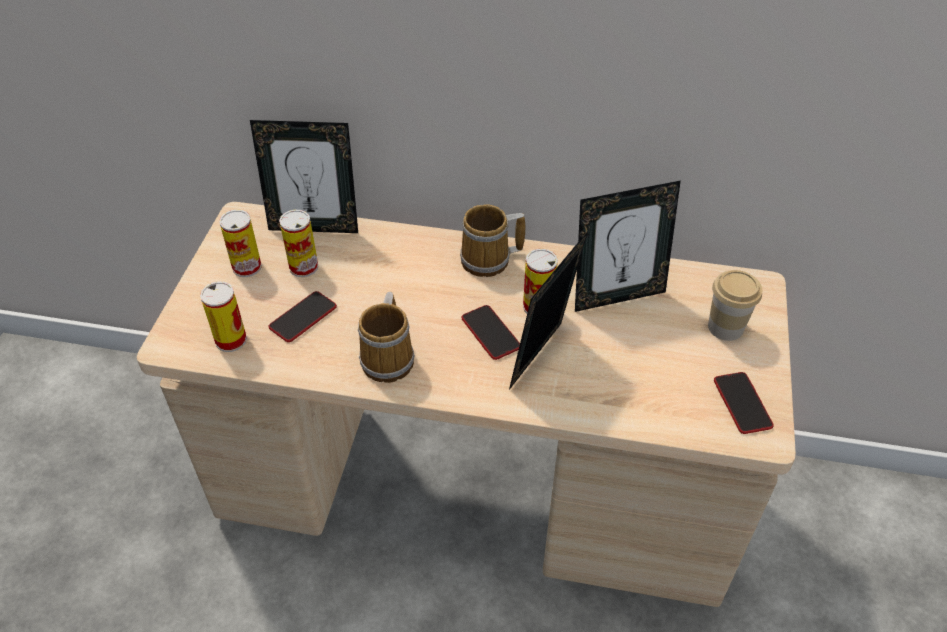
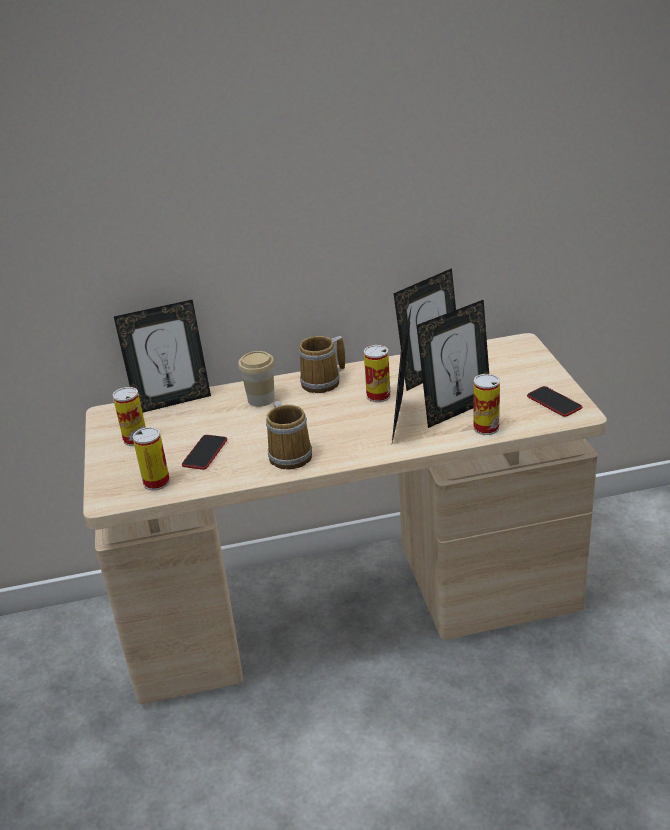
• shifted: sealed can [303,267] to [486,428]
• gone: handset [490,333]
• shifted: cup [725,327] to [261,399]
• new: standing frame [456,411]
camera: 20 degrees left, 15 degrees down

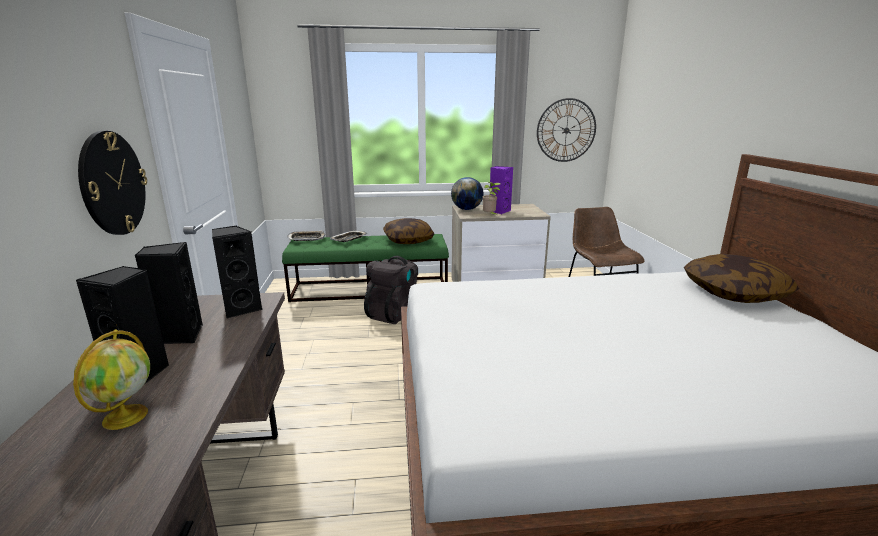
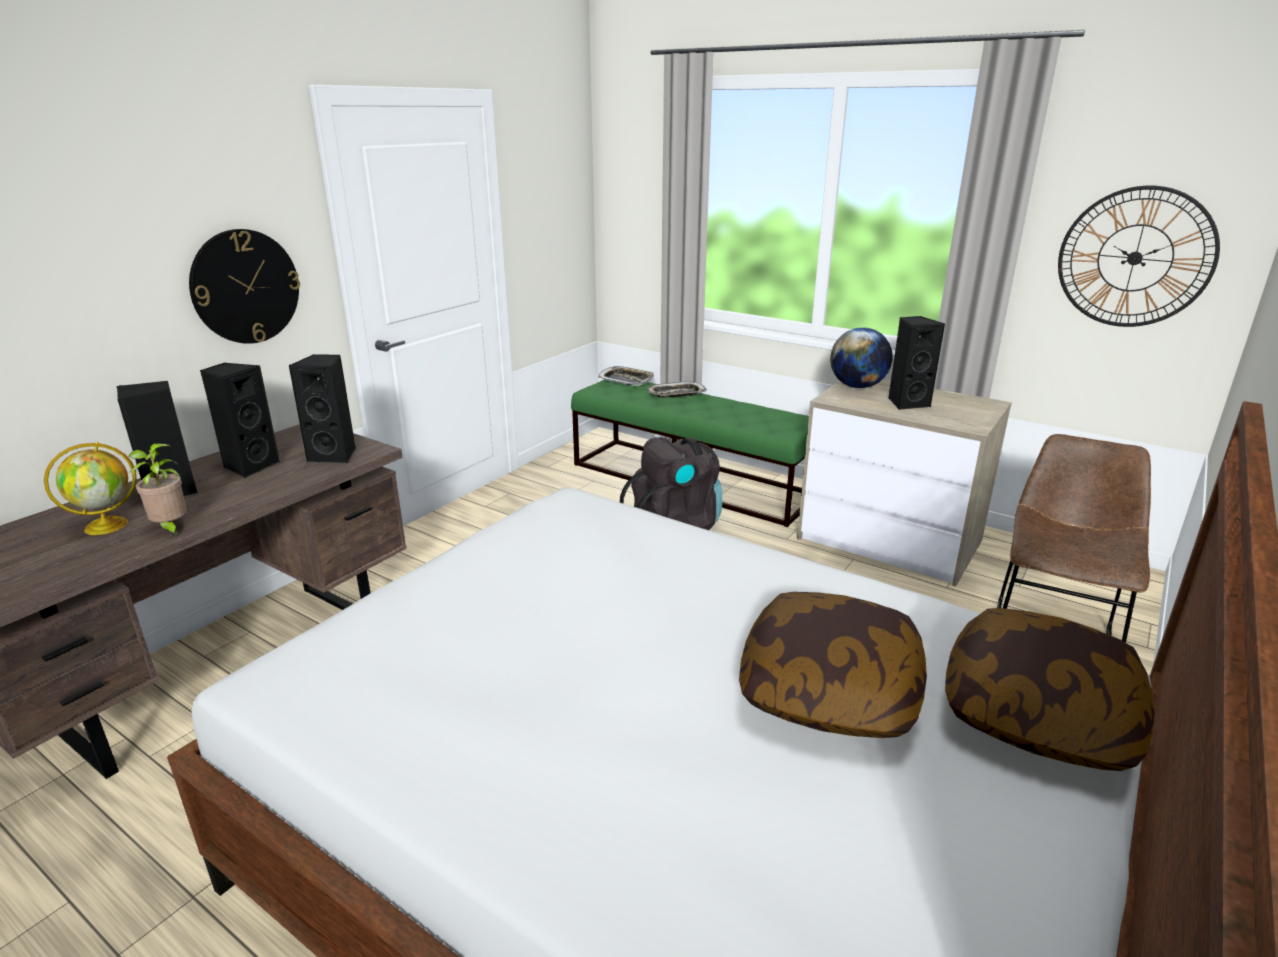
• shifted: cushion [408,240] to [829,689]
• shifted: houseplant [490,216] to [171,529]
• repainted: purple-coloured loudspeaker [499,211] to black-coloured loudspeaker [907,403]
camera: 40 degrees right, 5 degrees up

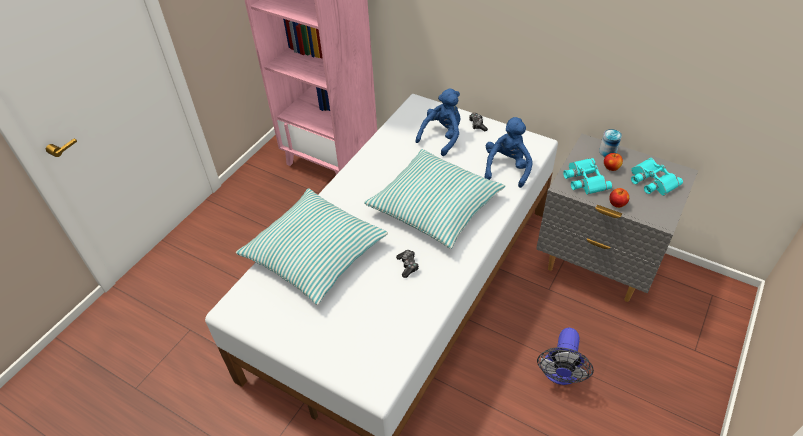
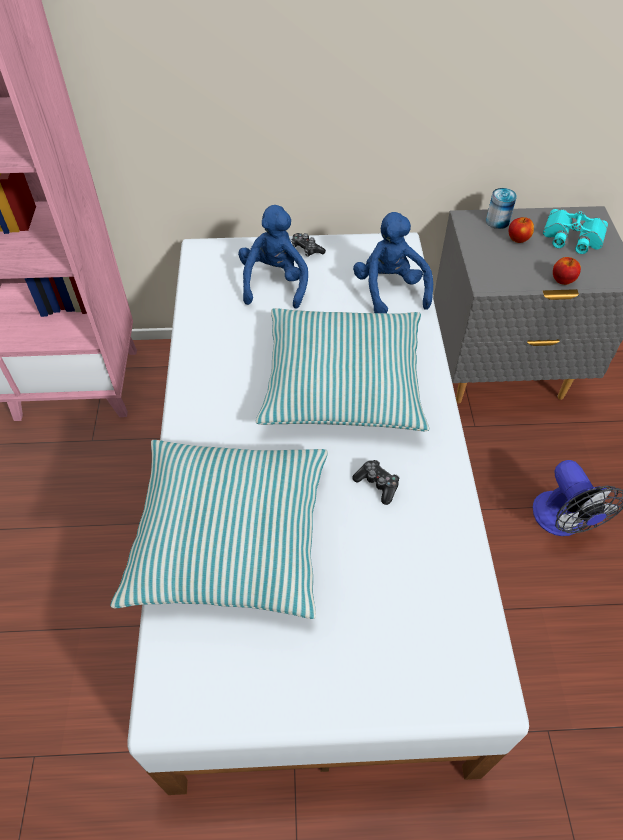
• gone: turquoise-coloured pair of binoculars [584,179]
camera: 35 degrees left, 5 degrees up

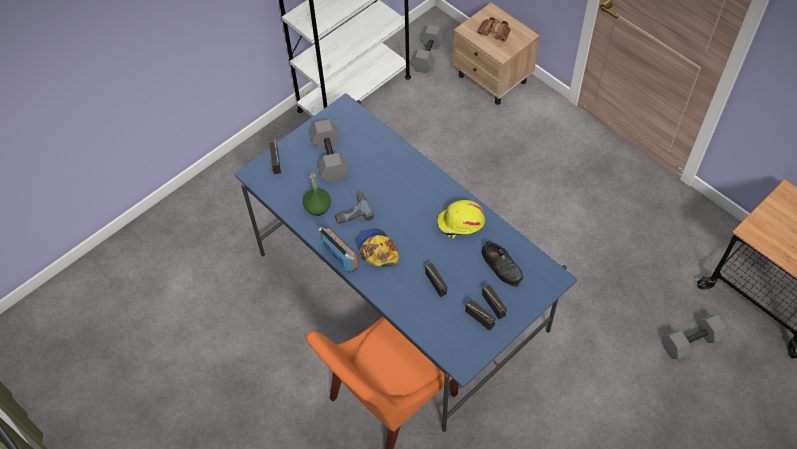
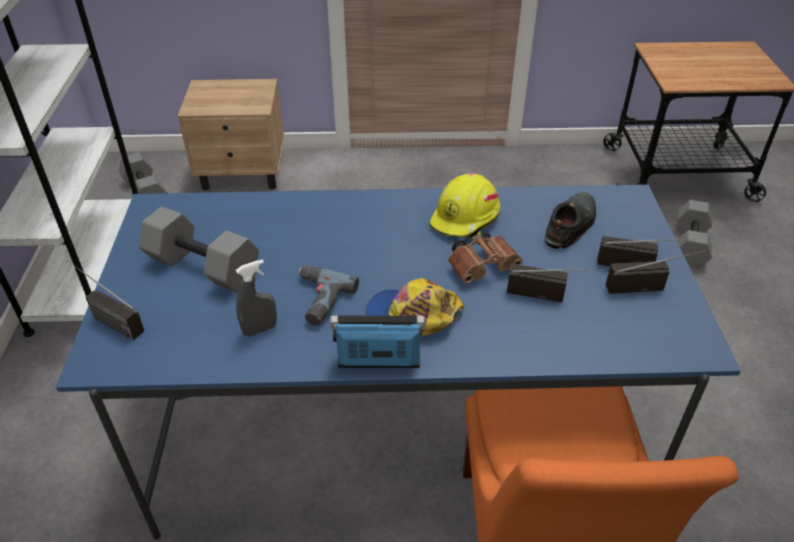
• swapped: green beverage bottle [318,207] to gray hand sprayer [260,329]
• shifted: brown-coloured pair of binoculars [495,34] to [484,267]
• rotated: black-coloured shoe [502,266] = [570,225] 60 degrees counterclockwise
camera: 50 degrees left, 15 degrees down

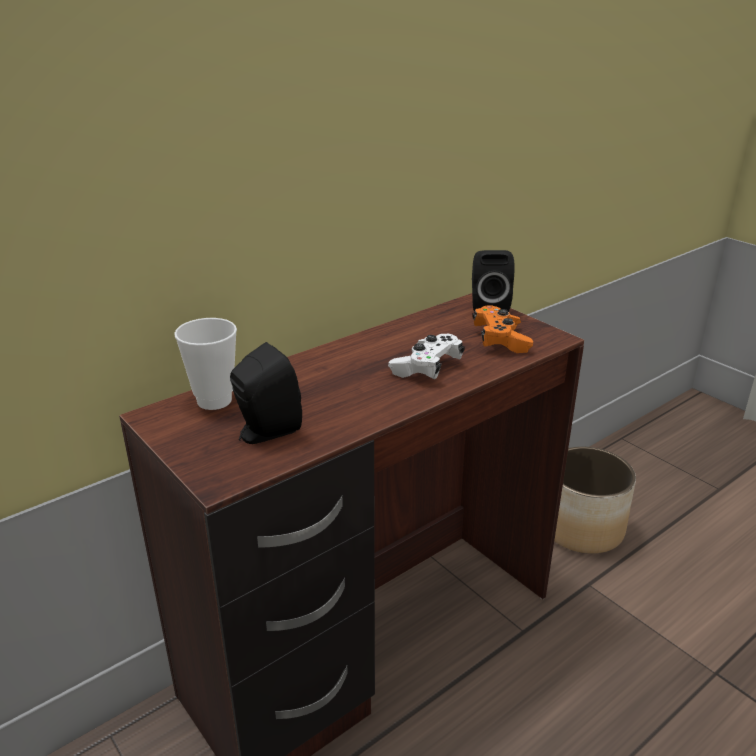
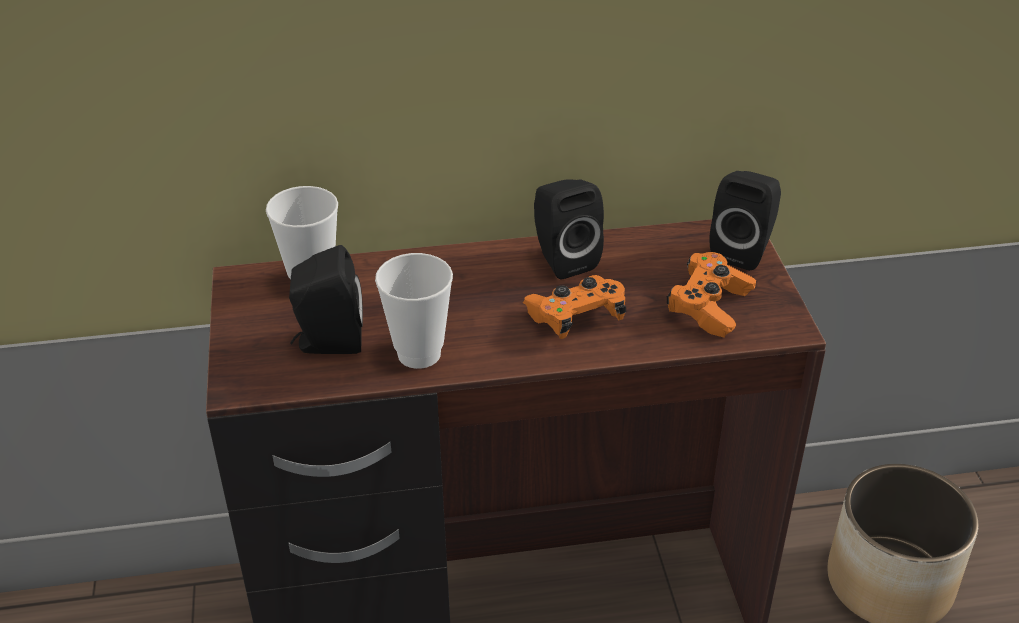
• repainted: whitish game controller [427,368] to orange-coloured game controller [576,317]
• new: cup [419,354]
• new: black-coloured loudspeaker [562,259]
camera: 30 degrees right, 10 degrees up

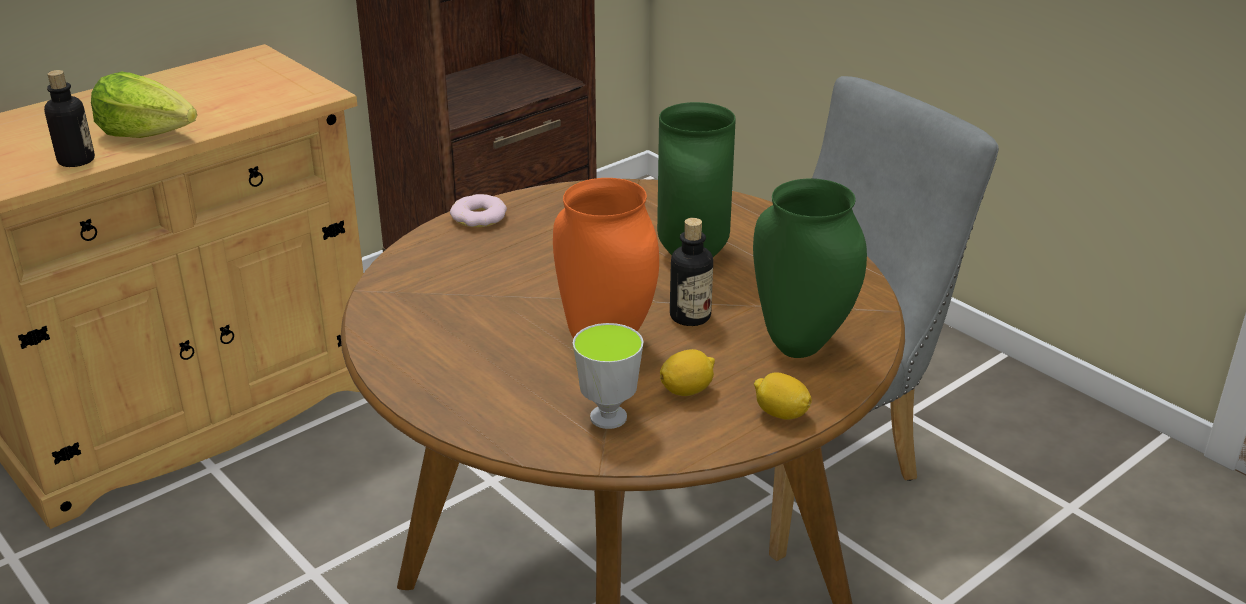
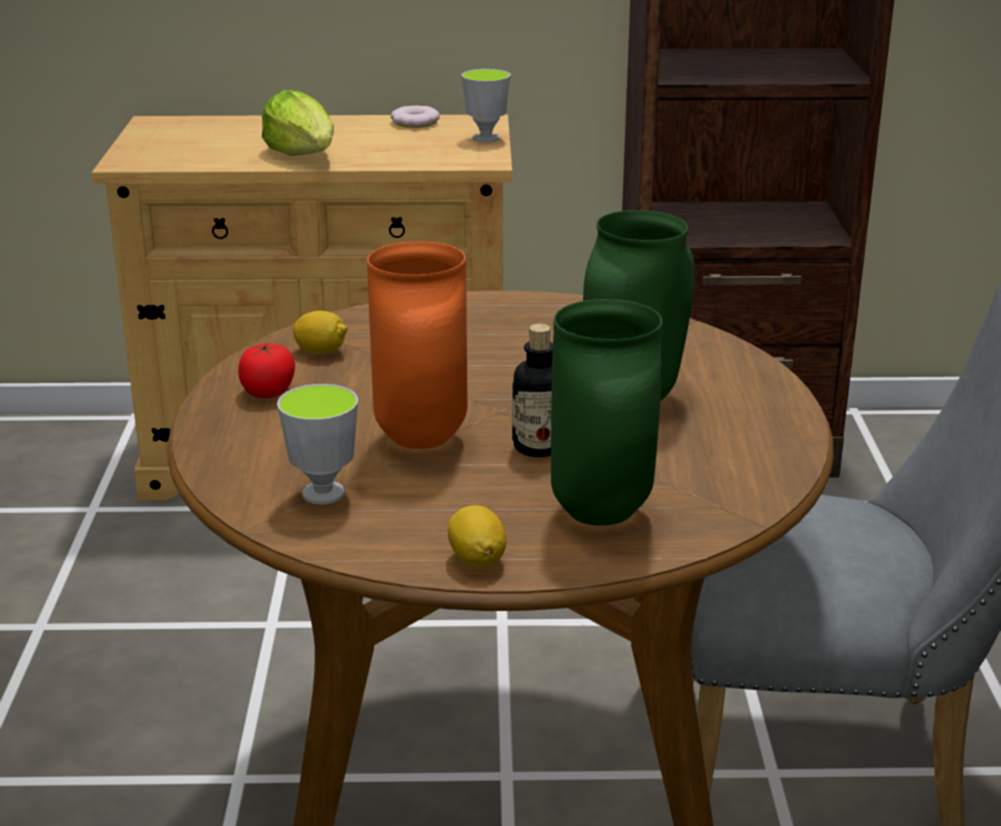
• gone: beverage bottle [76,160]
• shifted: ring doughnut [479,217] to [415,123]
• shifted: lemon [687,390] to [321,351]
• new: tomato [268,392]
• new: cup [486,138]
camera: 40 degrees right, 5 degrees down

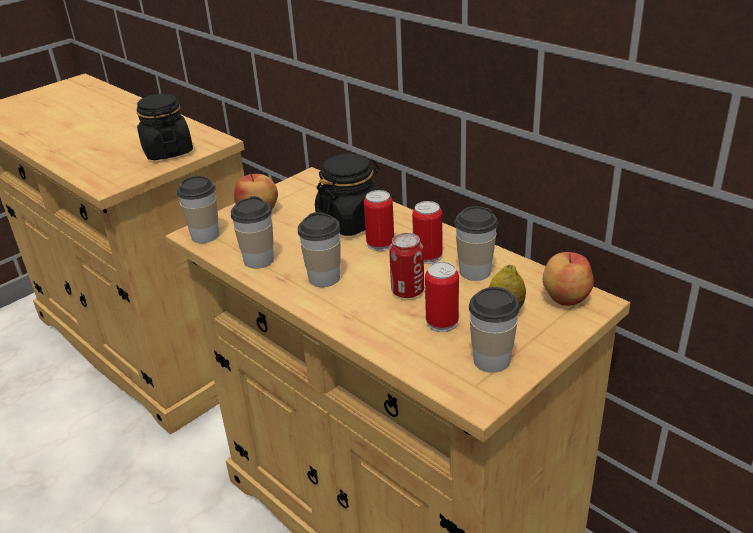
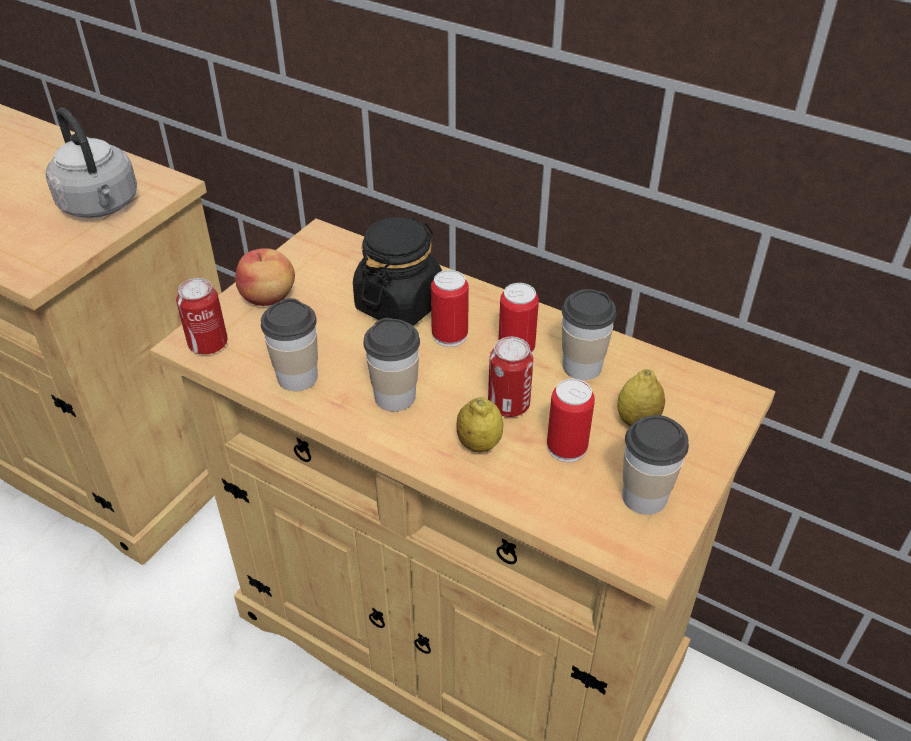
• swapped: black-coloured preserve jar [167,151] to gray tea kettle [101,206]
• swapped: cup [205,235] to sealed can [208,344]
• gone: apple [564,297]
• new: lemon [479,444]
camera: 15 degrees left, 10 degrees up

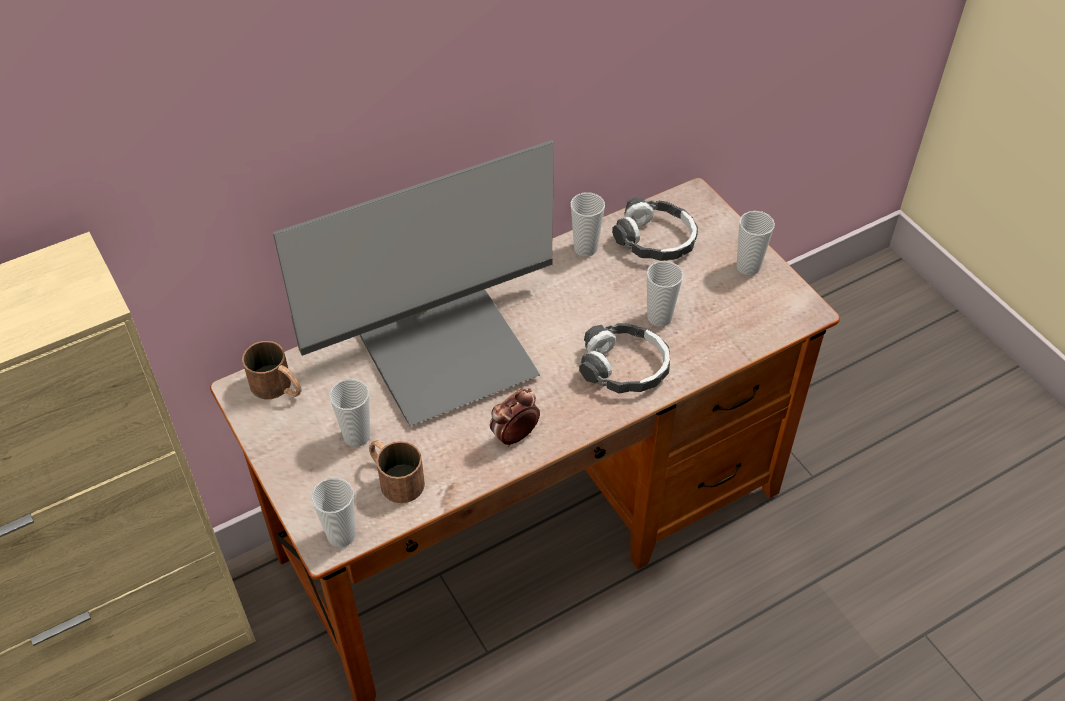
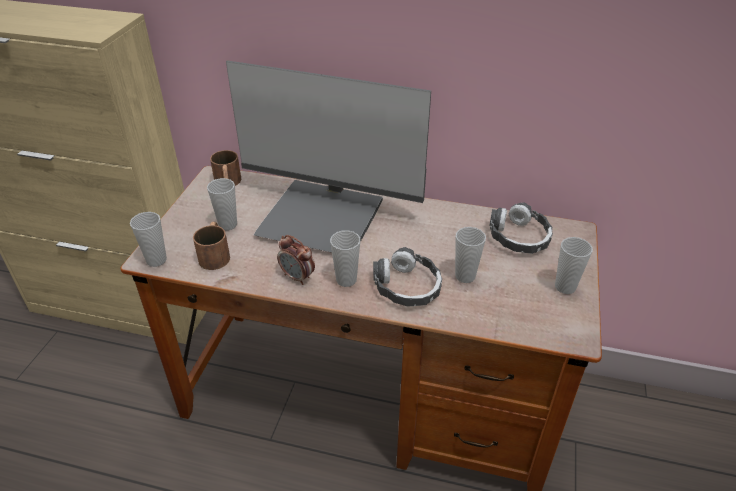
• rotated: bedside clock [515,436] = [297,277] 150 degrees counterclockwise
• shifted: cup [585,248] to [346,280]
camera: 45 degrees right, 10 degrees down

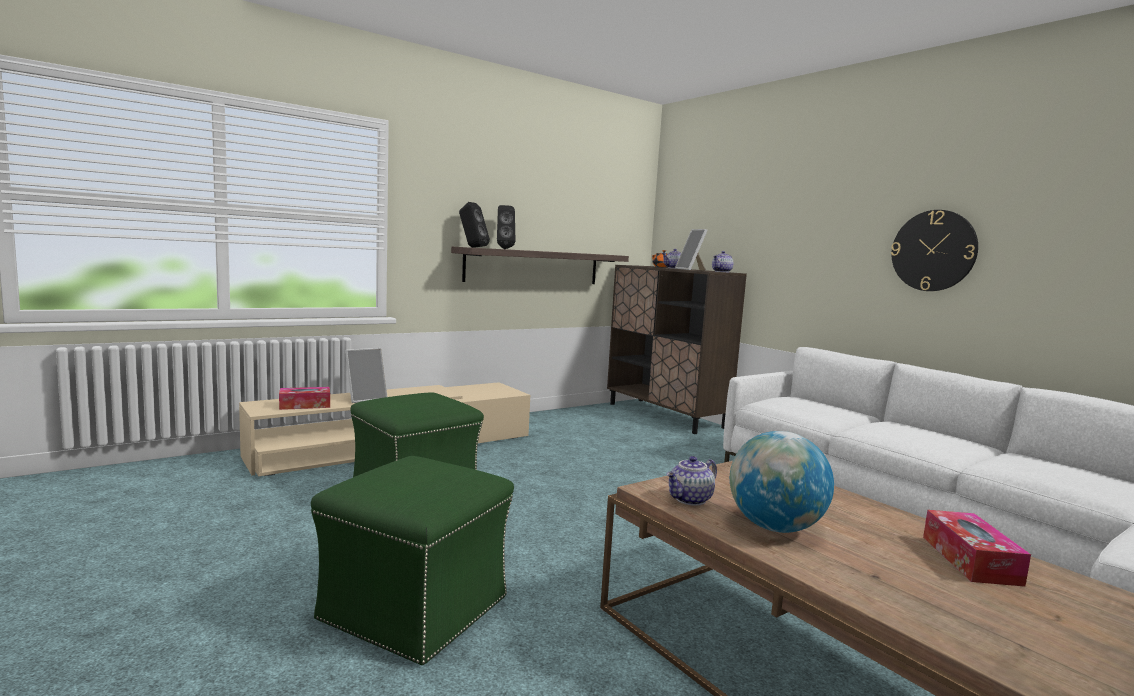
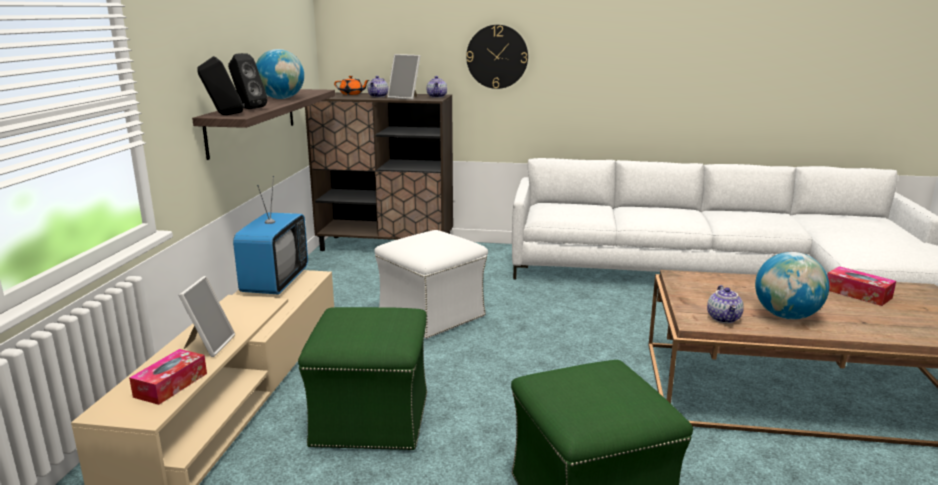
• shifted: hanging clock [933,250] to [497,56]
• new: TV [275,282]
• new: desk globe [281,98]
• new: whitish ottoman [432,315]
camera: 45 degrees left, 10 degrees up

